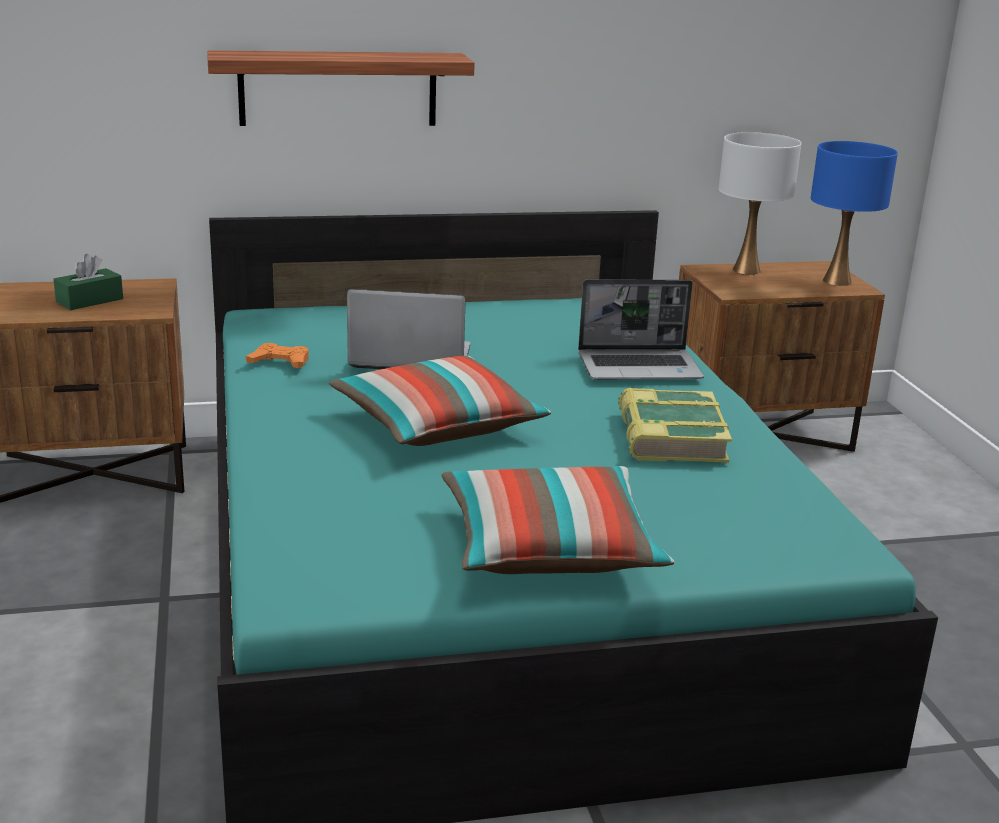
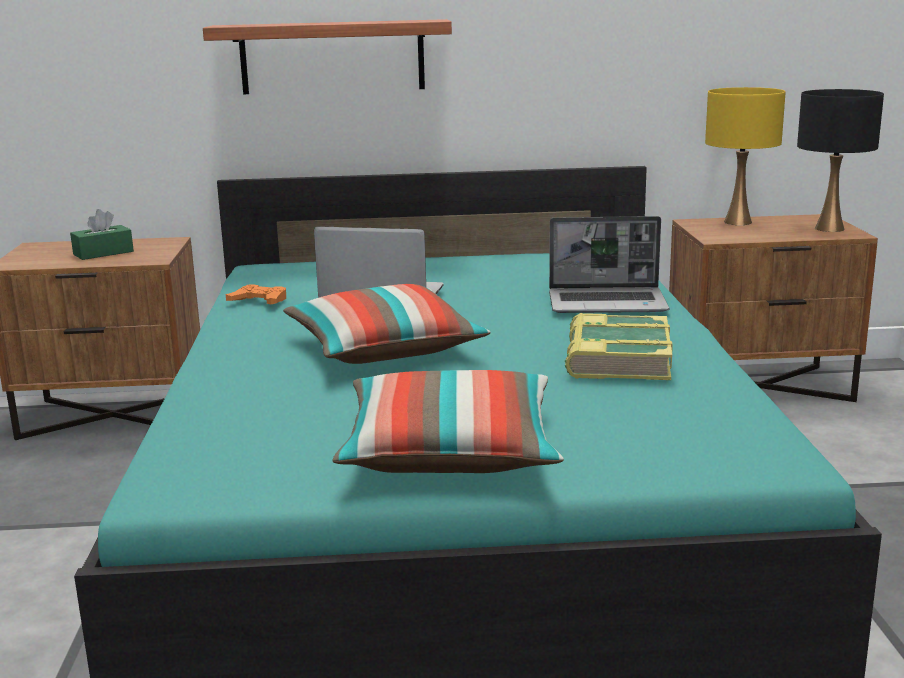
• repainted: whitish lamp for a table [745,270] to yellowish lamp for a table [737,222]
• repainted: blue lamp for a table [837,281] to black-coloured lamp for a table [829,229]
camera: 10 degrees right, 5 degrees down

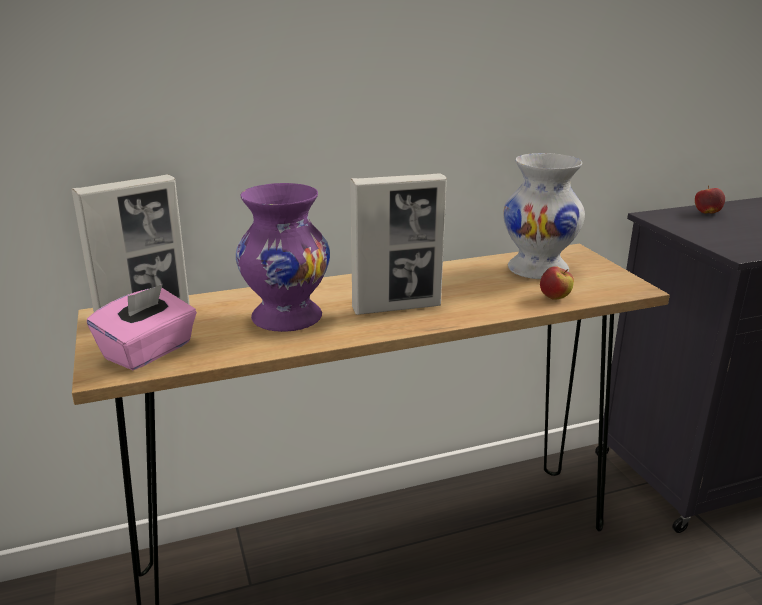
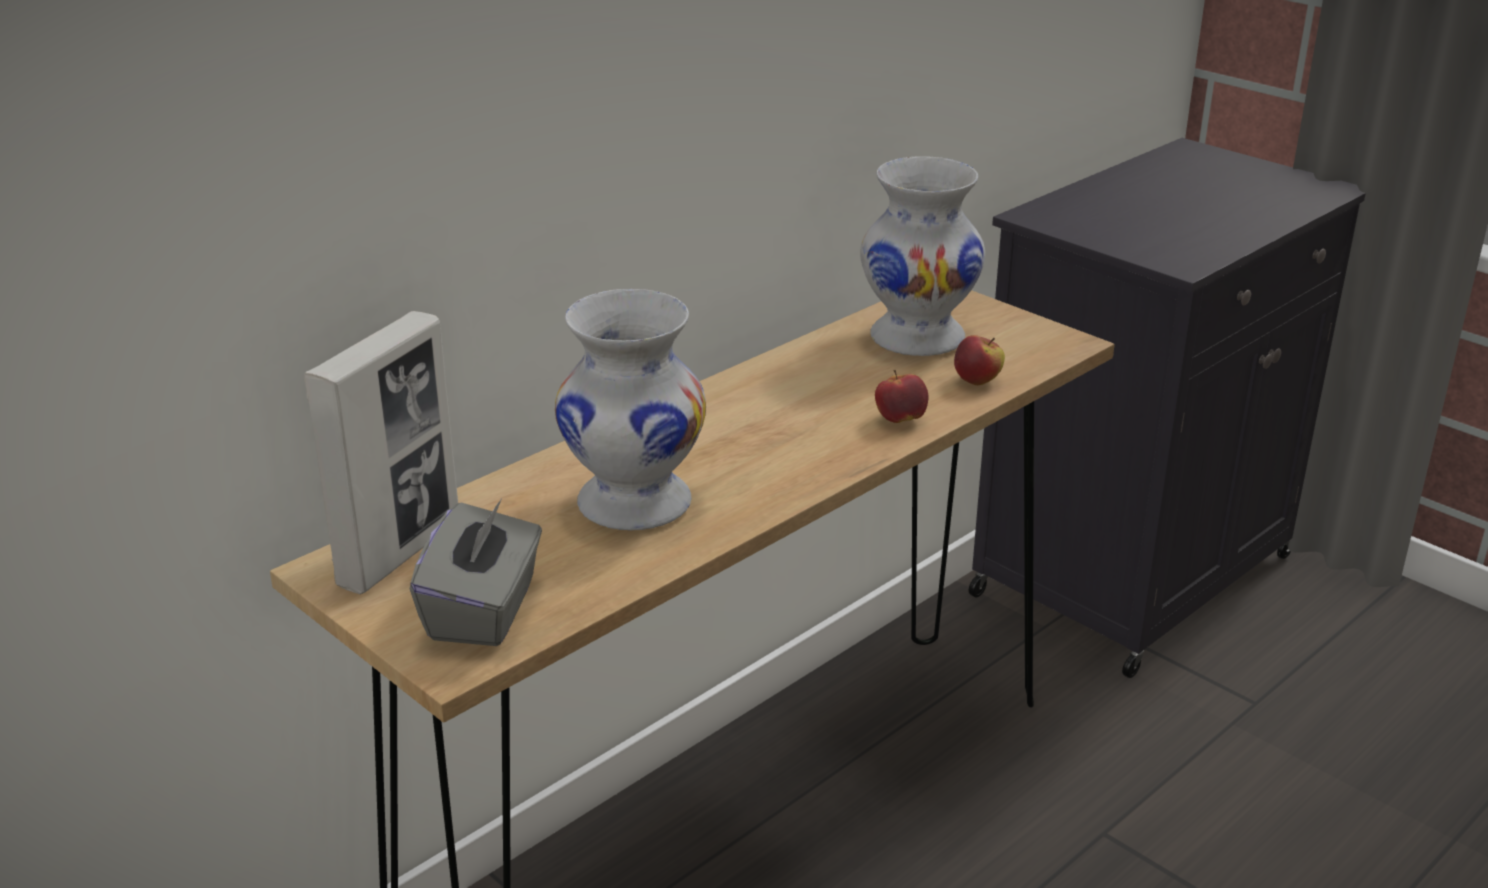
• repainted: pinkish box of tissues [149,351] to gray box of tissues [484,611]
• repainted: purple-coloured decorative vase [287,317] to whitish decorative vase [633,502]
• gone: standing frame [397,307]
• shifted: apple [707,213] to [900,420]
camera: 25 degrees left, 5 degrees up

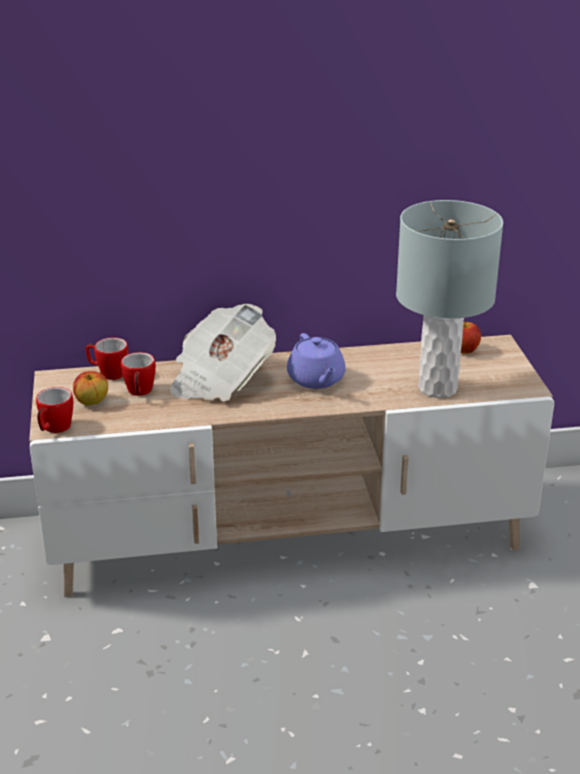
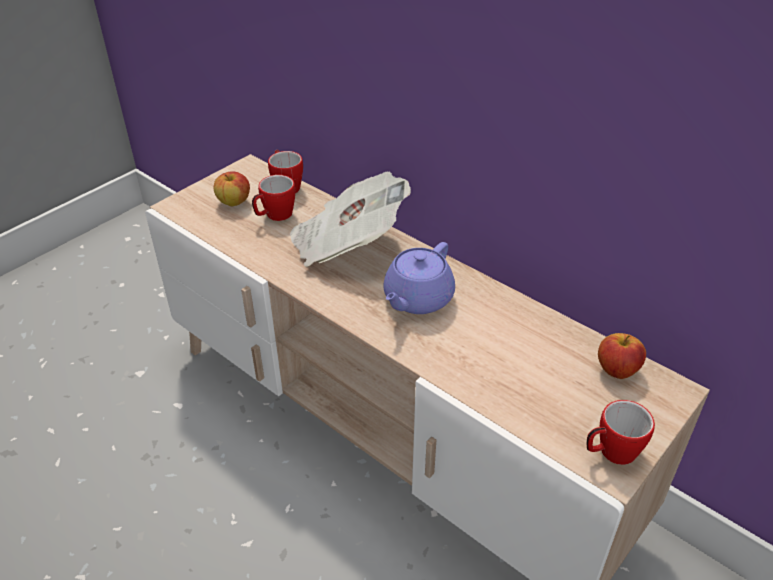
• shifted: coffee mug [54,429] to [611,452]
• gone: gray lamp for a table [437,388]
camera: 50 degrees right, 10 degrees up

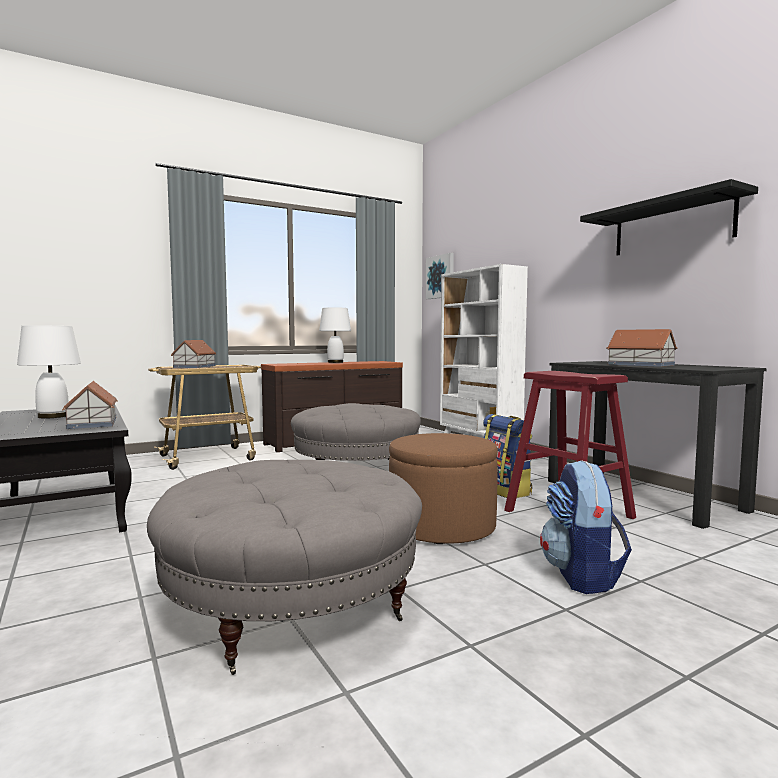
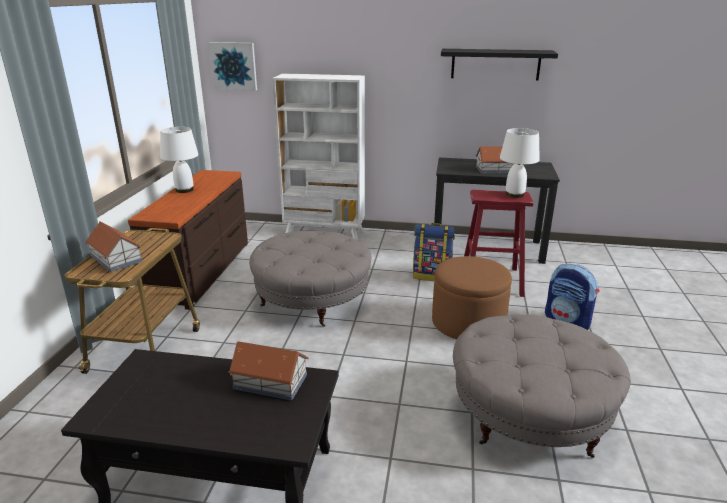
• shifted: whitish lamp for a table [53,416] to [514,194]
camera: 50 degrees left, 20 degrees up

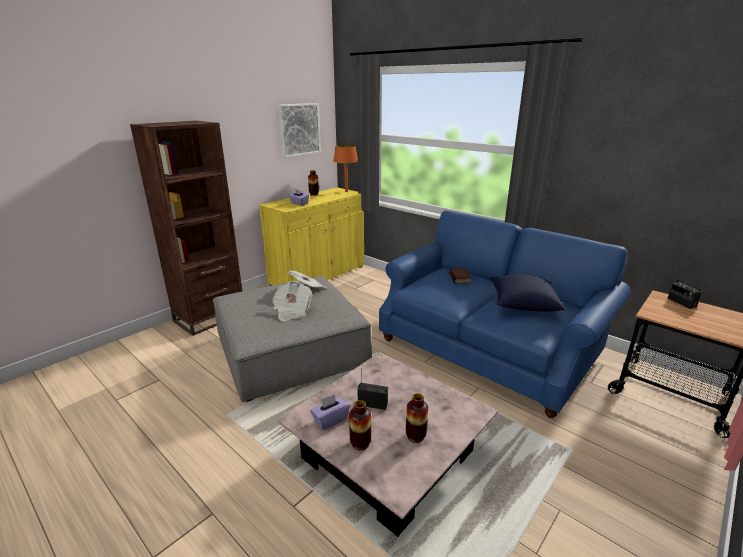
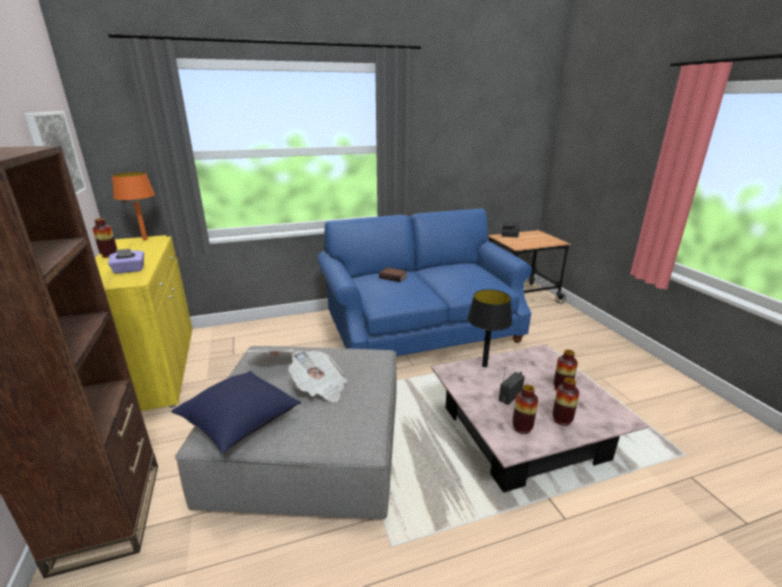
• swapped: purple-coloured box of tissues [330,420] to decorative vase [522,428]
• shifted: blue cushion [523,305] to [240,422]
• new: black-coloured lamp for a table [484,365]
camera: 60 degrees left, 0 degrees up

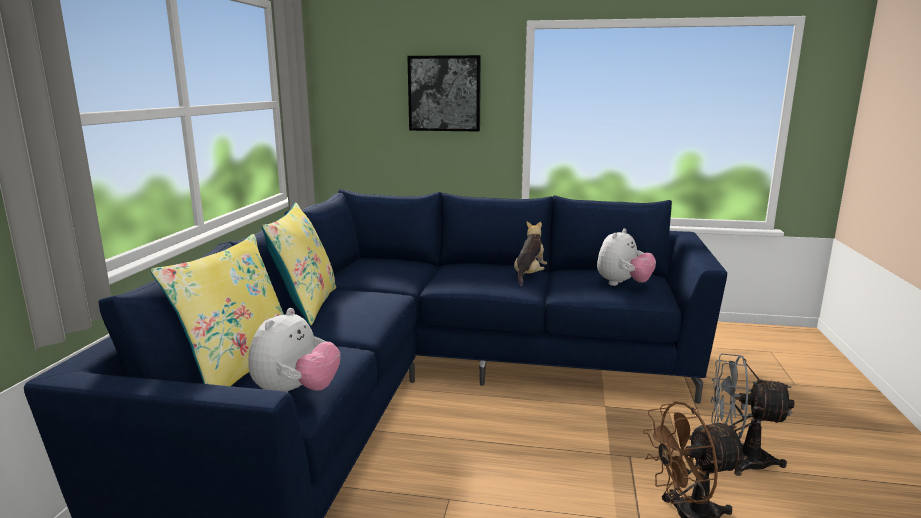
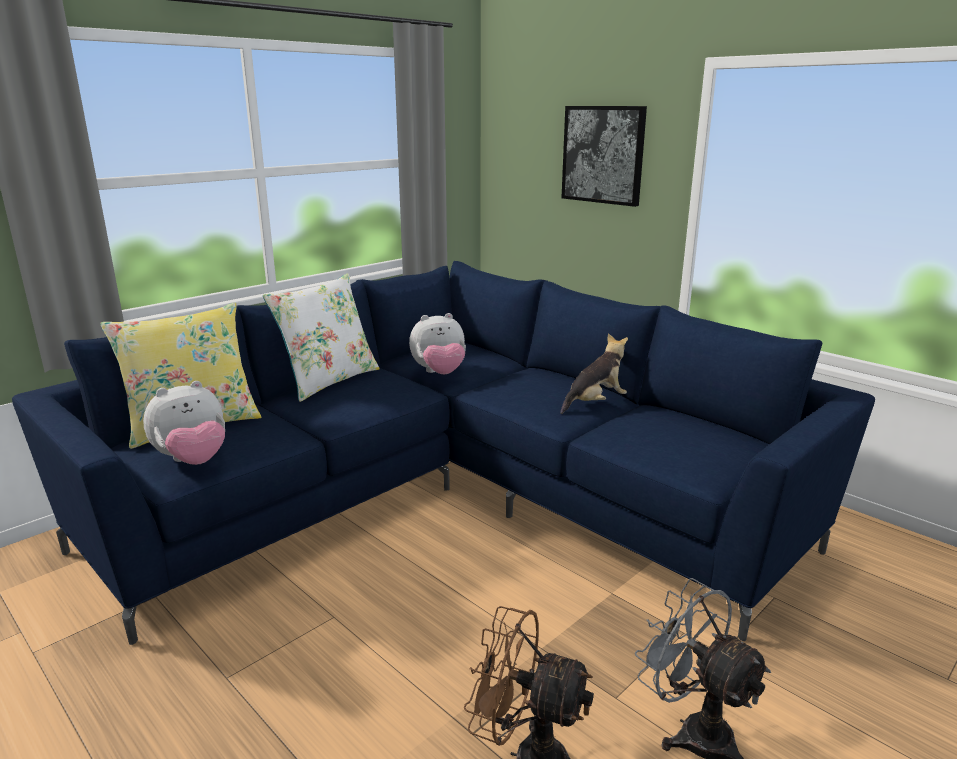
• repainted: yellowish cushion [306,305] to whitish cushion [328,380]
• shifted: plush toy [623,284] to [439,373]
camera: 35 degrees right, 5 degrees up

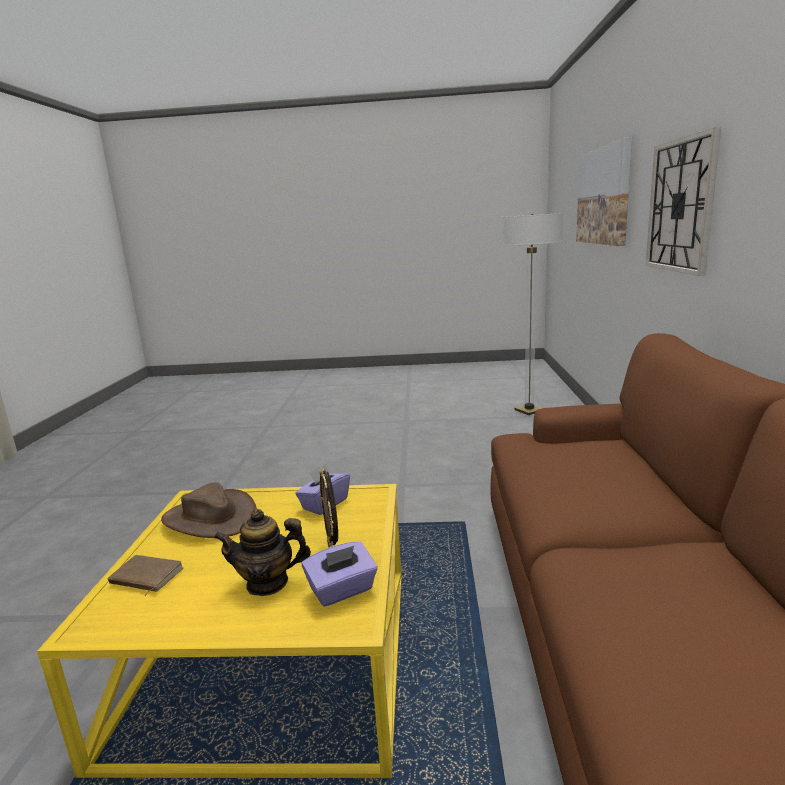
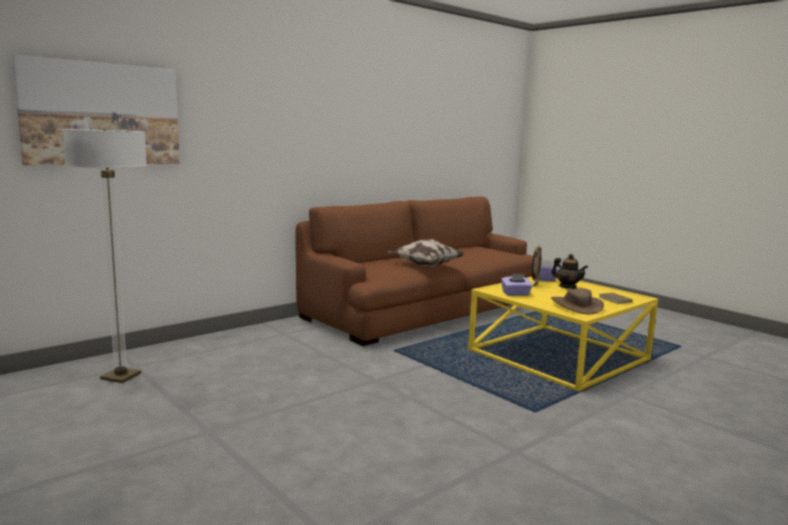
• gone: hanging clock [680,206]
• new: cushion [425,265]
camera: 135 degrees left, 5 degrees down

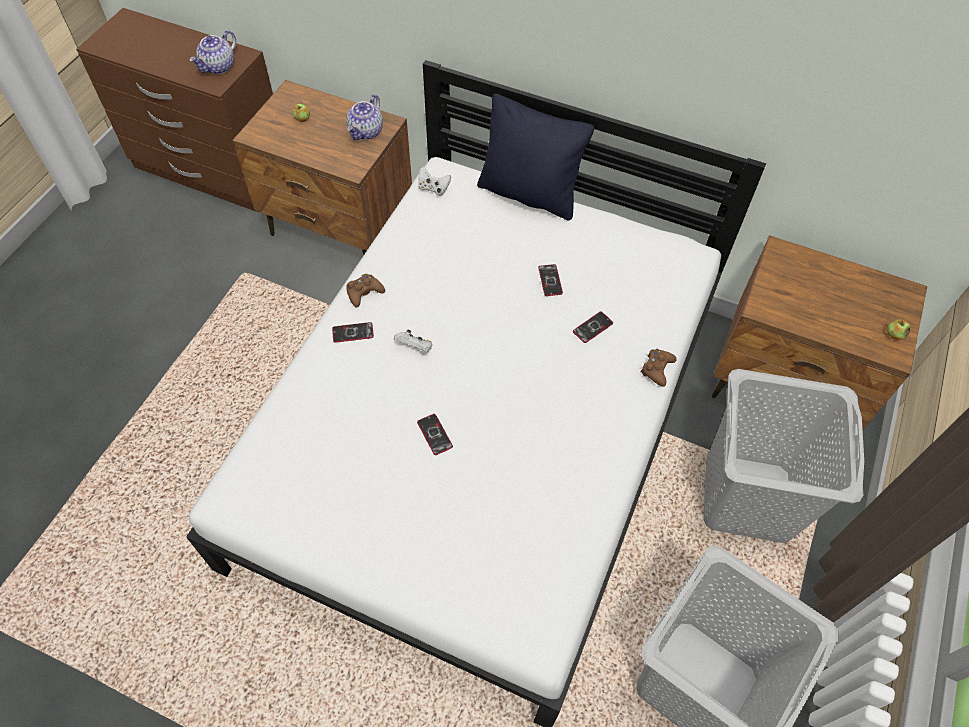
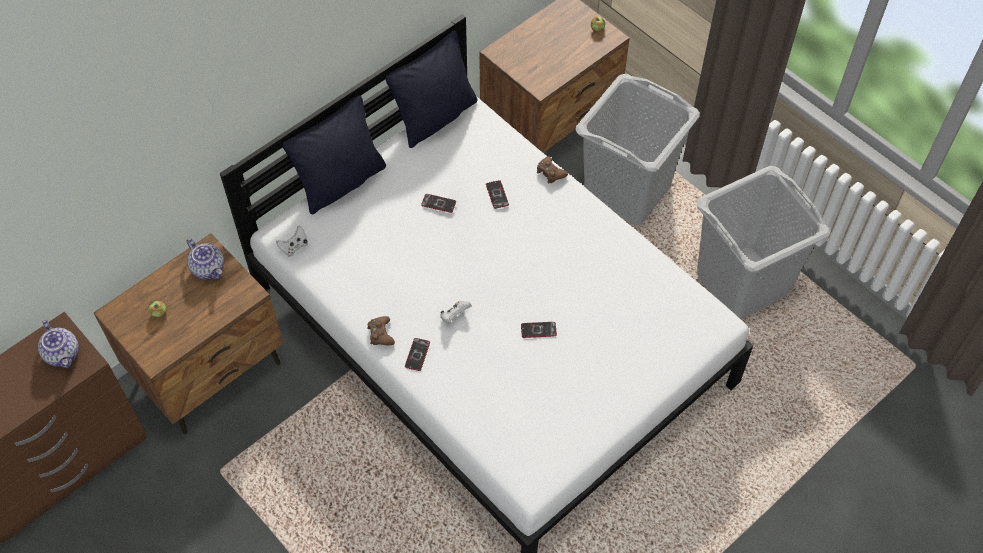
• new: black-coloured cushion [435,117]
camera: 65 degrees left, 0 degrees up

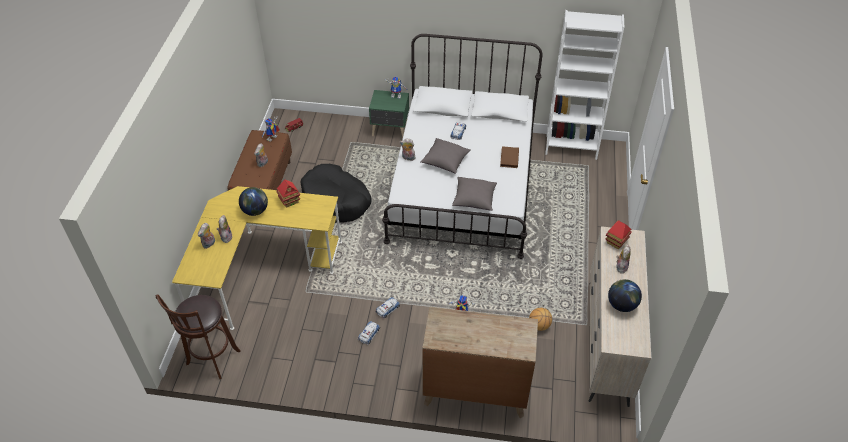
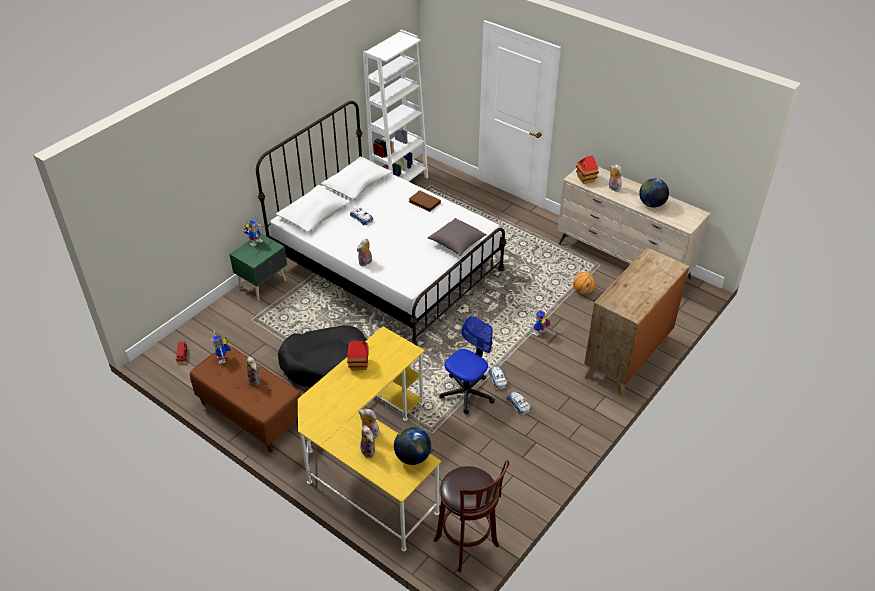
• shifted: desk globe [255,211] to [412,456]
• gone: gray cushion [445,162]
• new: desk chair [467,393]
camera: 60 degrees left, 5 degrees down

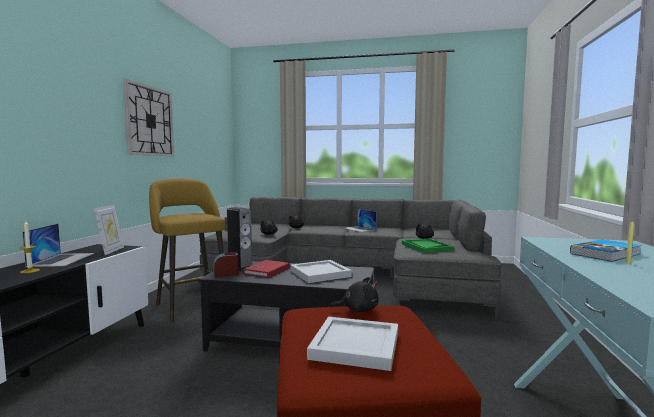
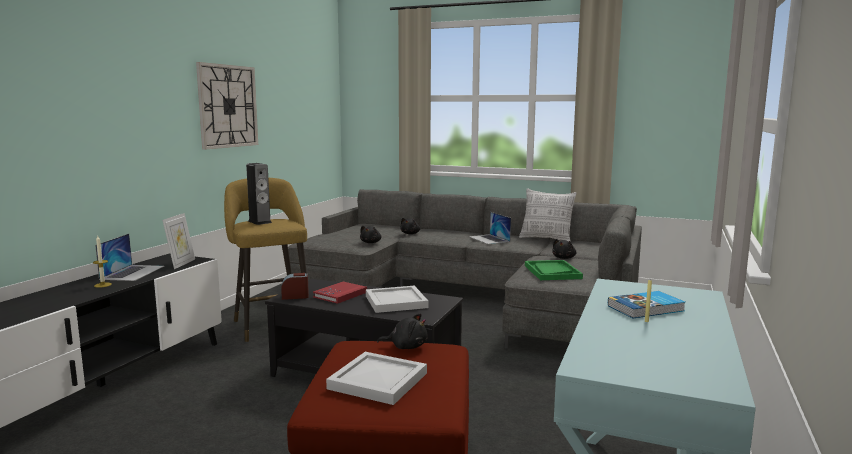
• shifted: loudspeaker [240,267] to [259,222]
• new: cushion [546,239]
camera: 10 degrees right, 5 degrees up

